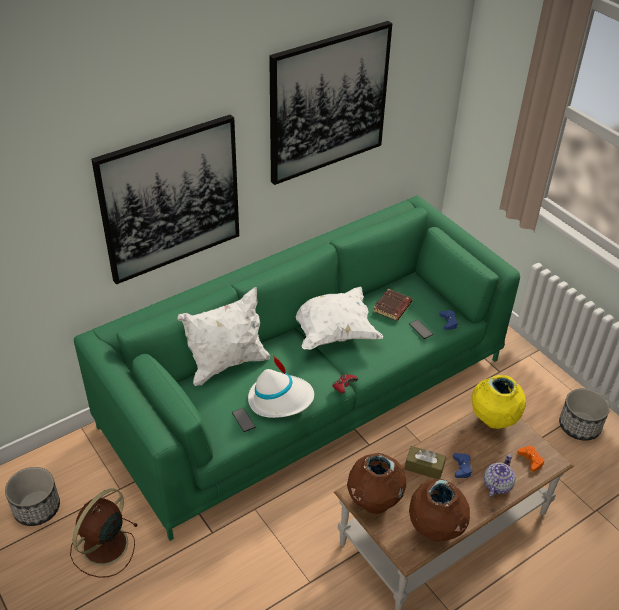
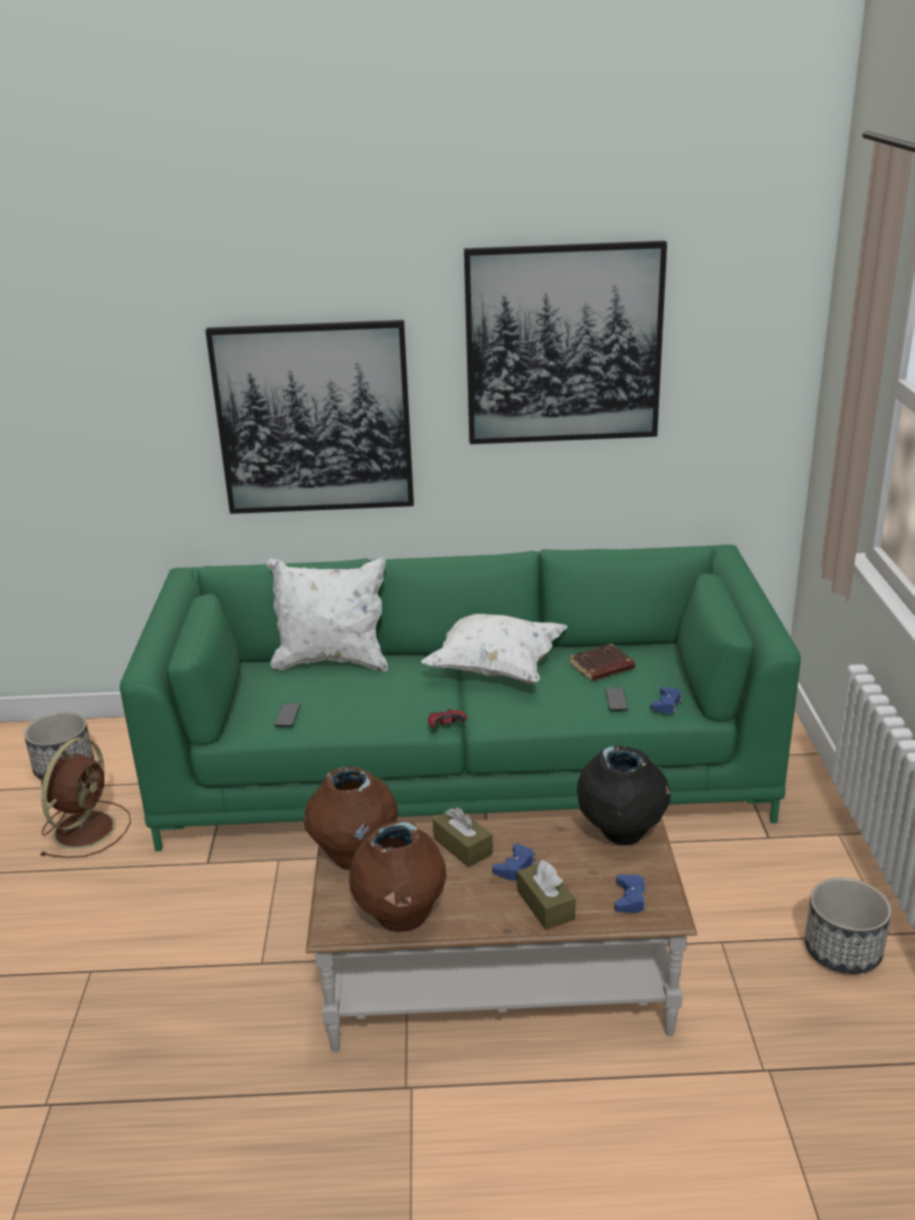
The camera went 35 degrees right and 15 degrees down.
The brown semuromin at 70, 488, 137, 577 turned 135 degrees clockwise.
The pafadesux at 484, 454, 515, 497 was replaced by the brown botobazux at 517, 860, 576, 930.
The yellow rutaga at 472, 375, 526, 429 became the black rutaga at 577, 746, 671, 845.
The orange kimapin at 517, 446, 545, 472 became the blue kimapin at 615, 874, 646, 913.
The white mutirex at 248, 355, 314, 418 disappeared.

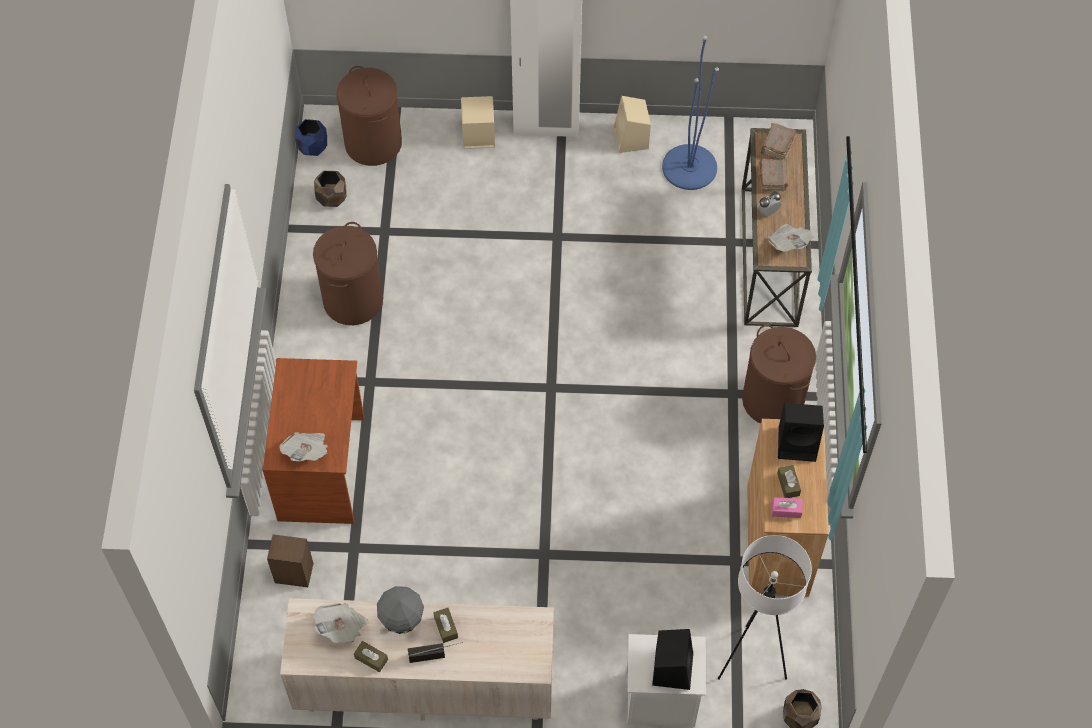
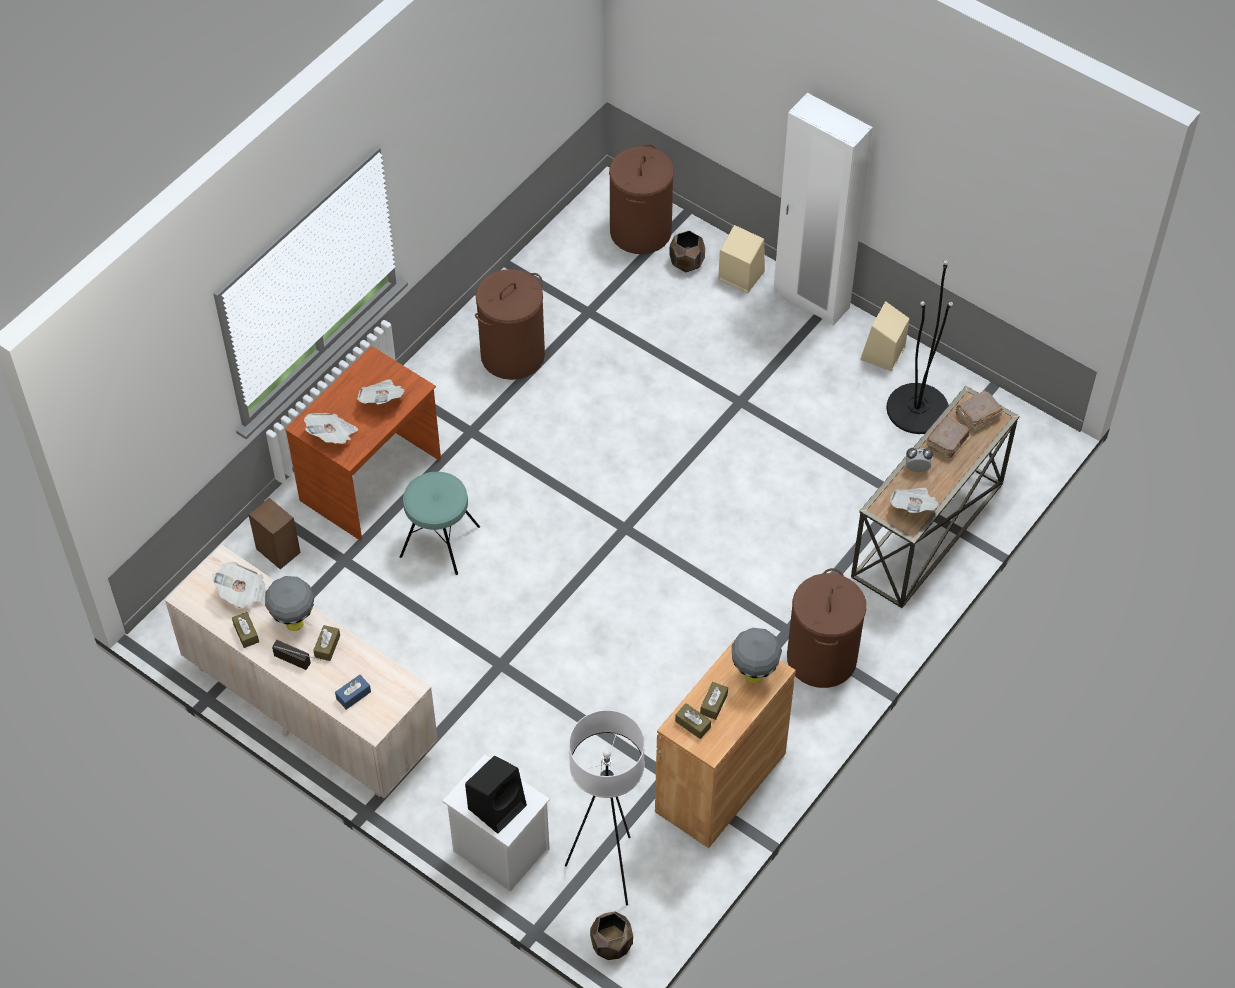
The camera went 35 degrees right and 5 degrees down.
The blue botobazux at 335, 675, 371, 710 appeared.
The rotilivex at 357, 380, 405, 404 appeared.
The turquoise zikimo at 400, 472, 480, 575 appeared.
The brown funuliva moved from 314, 171, 347, 207 to 669, 231, 705, 273.
The pink botobazux at 772, 497, 803, 518 became the brown botobazux at 675, 703, 711, 739.
The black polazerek at 778, 403, 824, 462 was replaced by the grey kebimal at 732, 628, 782, 684.
The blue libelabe at 662, 36, 719, 190 became the black libelabe at 886, 260, 953, 434.
The blue funuliva at 295, 119, 327, 156 disappeared.

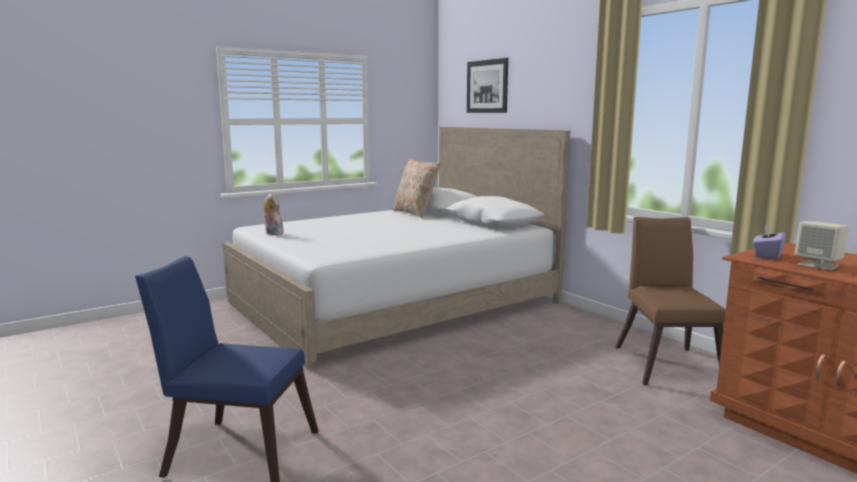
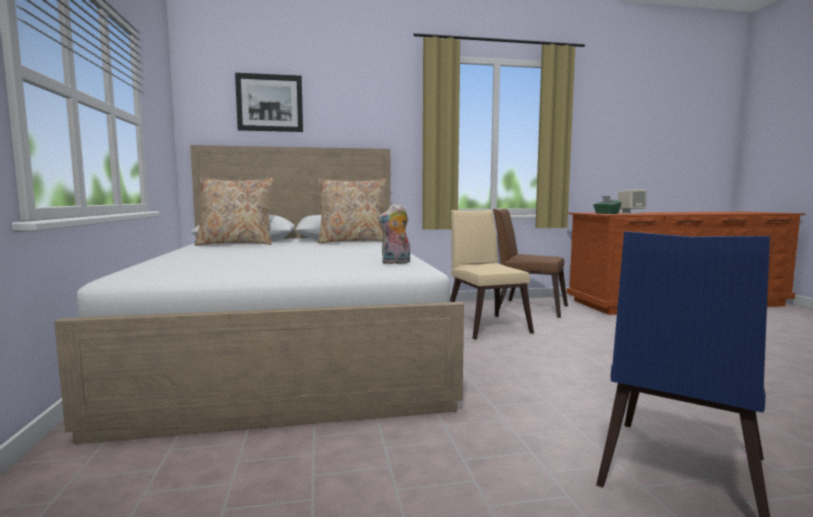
The camera went 65 degrees left and 5 degrees down.
The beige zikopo at 317, 178, 386, 244 appeared.
The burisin moved from 263, 194, 283, 235 to 378, 204, 410, 264.
The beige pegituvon at 450, 210, 534, 340 appeared.
The purple botobazux at 753, 224, 786, 260 became the green botobazux at 593, 196, 622, 214.

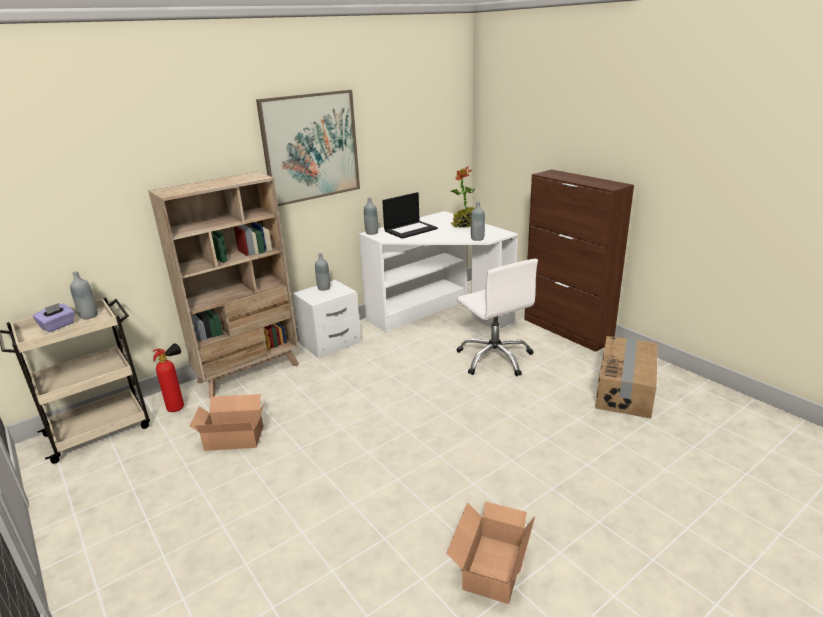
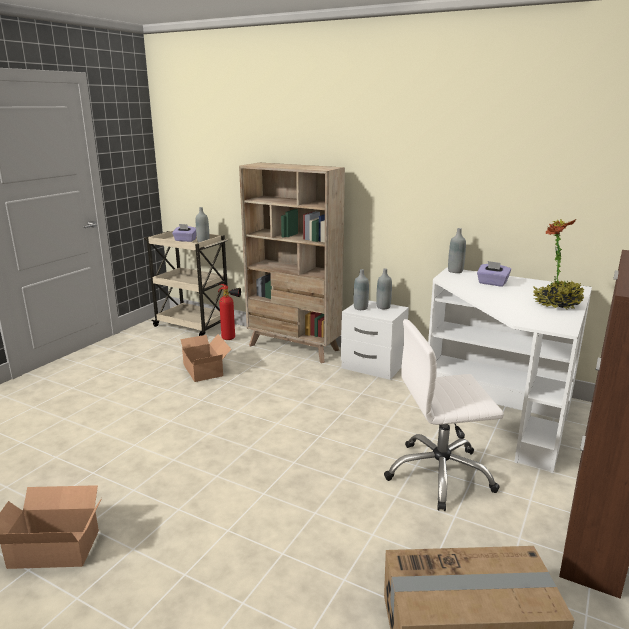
The camera went 65 degrees right and 5 degrees down.
The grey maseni moved from 471, 202, 485, 241 to 354, 269, 369, 310.
The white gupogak at 456, 259, 538, 376 turned 45 degrees clockwise.
The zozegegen at 382, 192, 438, 239 was replaced by the purple botobazux at 477, 261, 511, 287.
The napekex at 256, 90, 360, 206 disappeared.

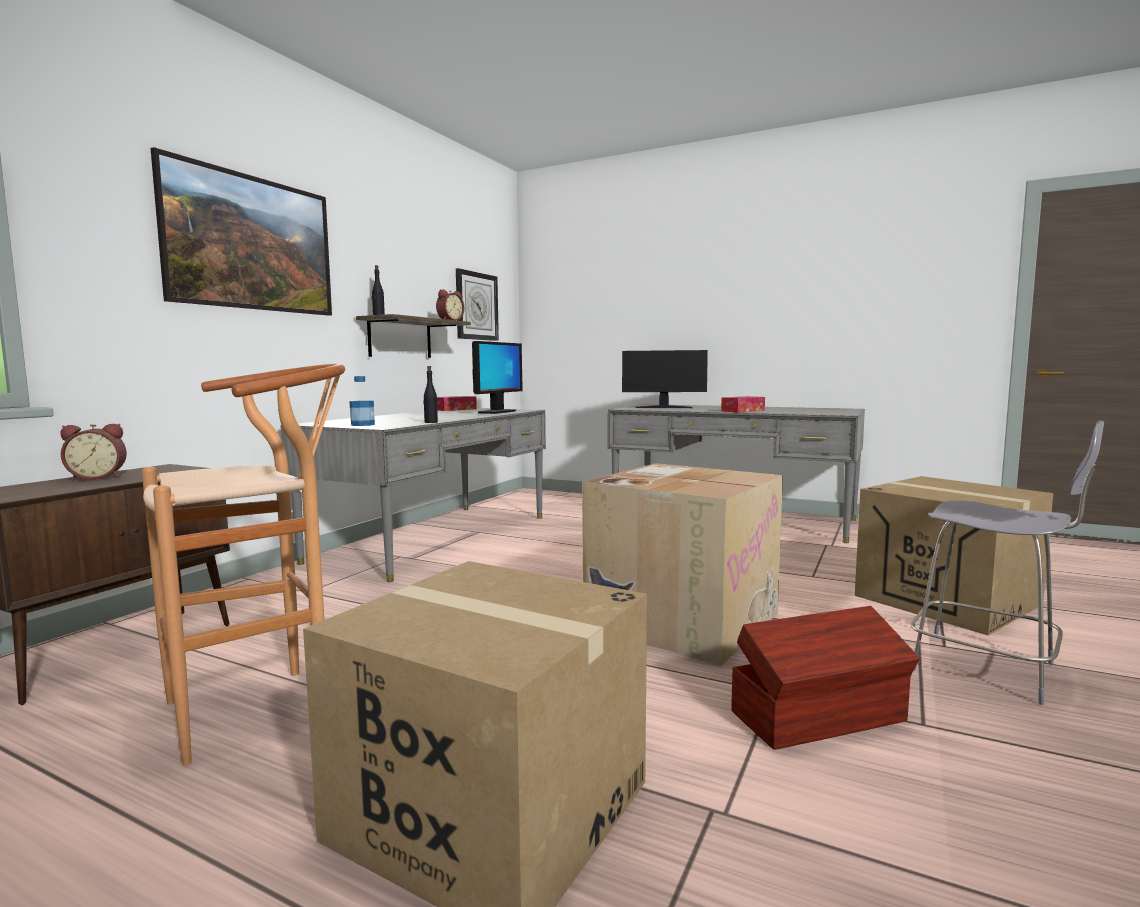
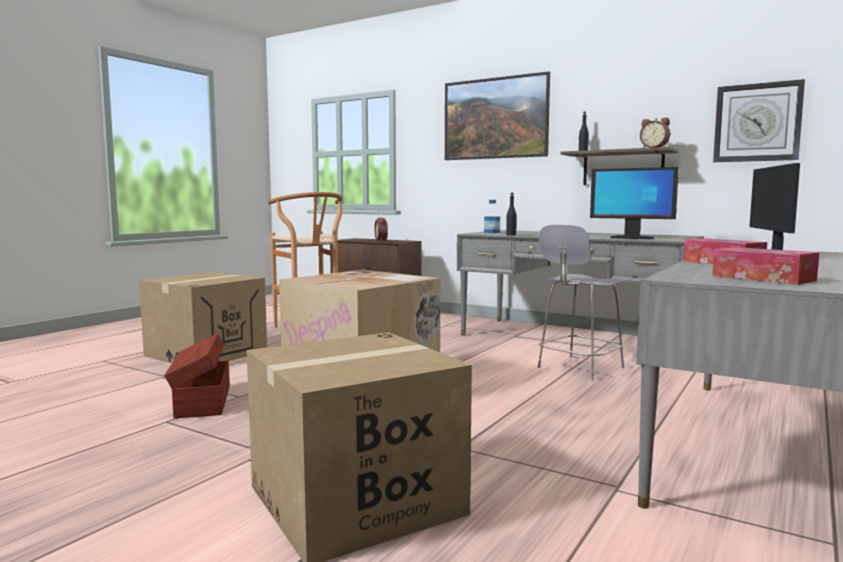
The camera went 95 degrees right and 0 degrees up.
The grey pegituvon moved from 911, 421, 1104, 705 to 537, 225, 624, 380.
The botobazux moved from 437, 396, 477, 411 to 712, 247, 819, 285.

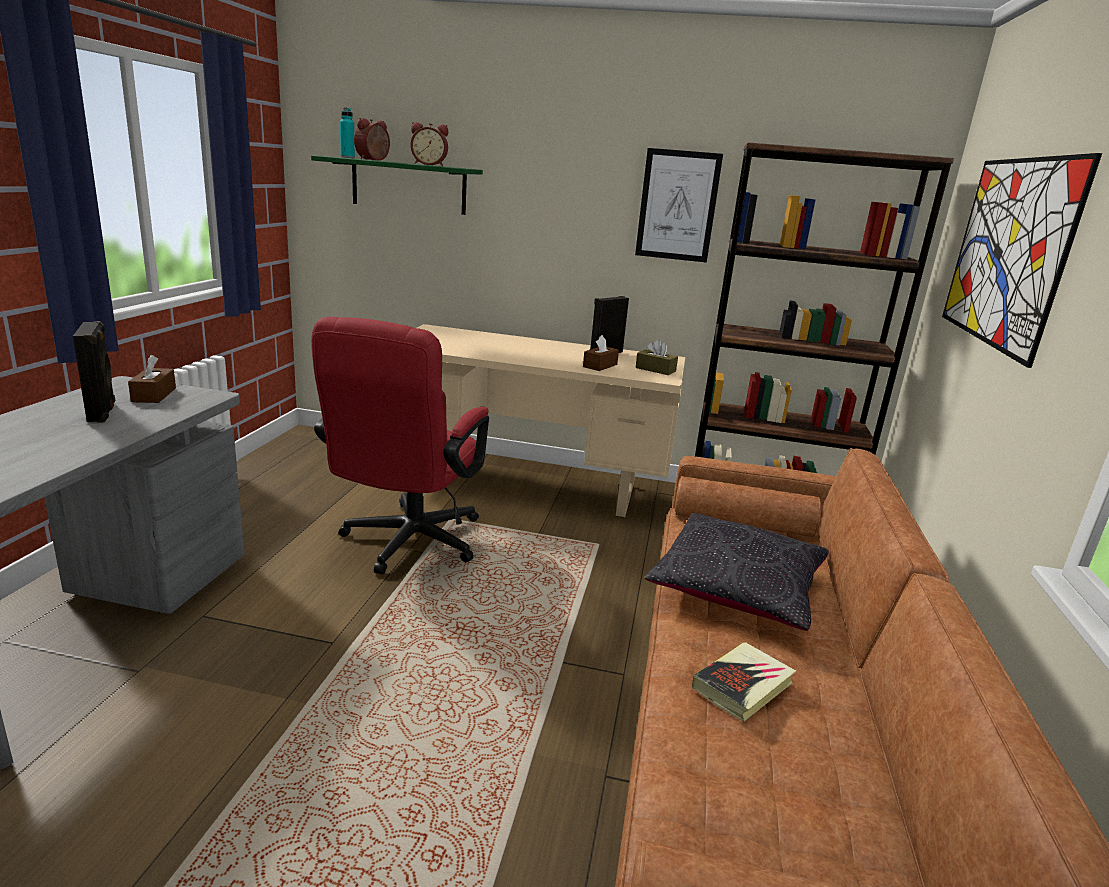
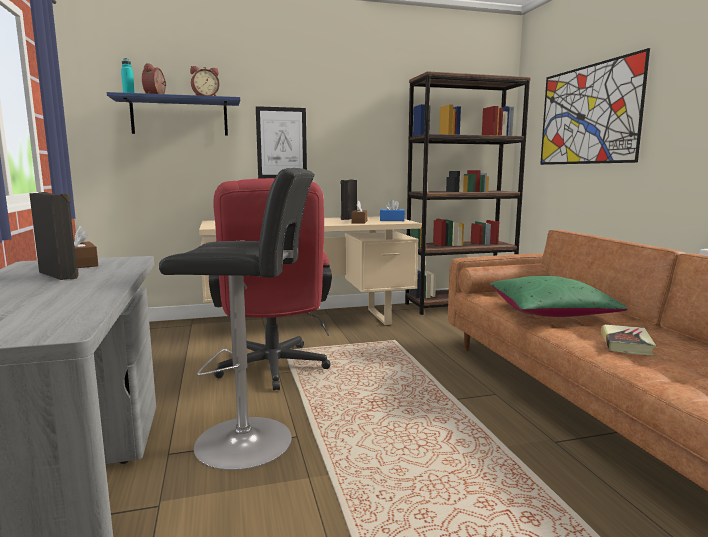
The camera went 25 degrees left and 10 degrees down.
The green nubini at 311, 156, 483, 215 became the blue nubini at 107, 92, 240, 136.
The black zikimo at 159, 168, 315, 470 appeared.
The napekex moved from 635, 148, 723, 263 to 256, 106, 307, 179.
The brown botobazux at 635, 339, 678, 375 became the blue botobazux at 380, 199, 405, 221.
The black zikopo at 645, 513, 829, 631 became the green zikopo at 490, 276, 628, 317.

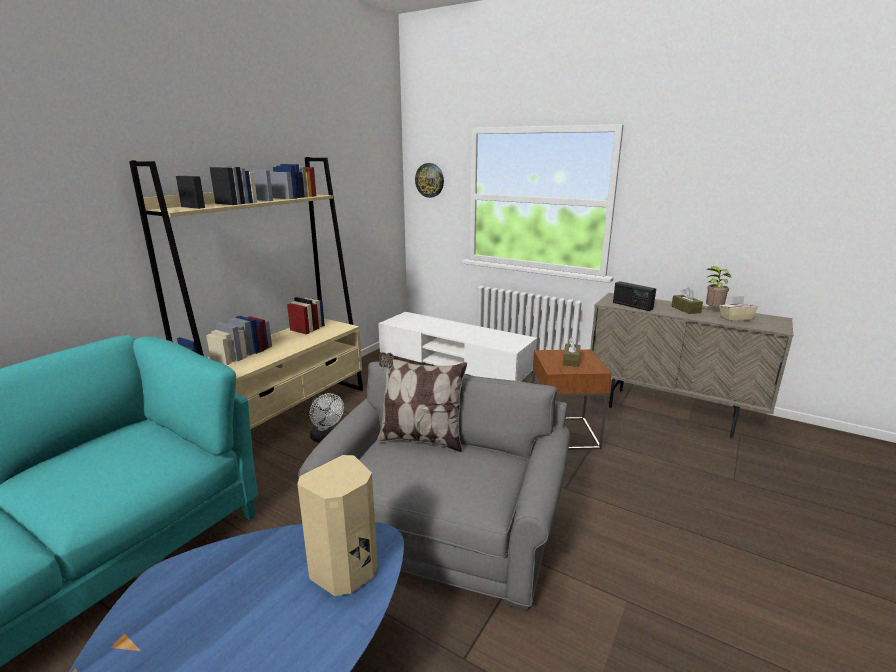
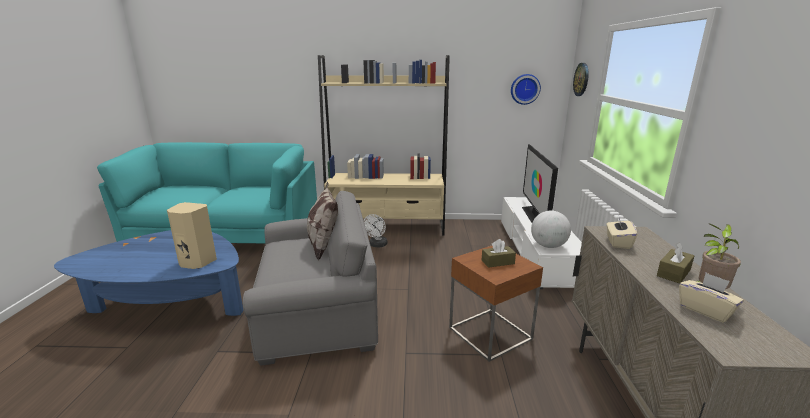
The camera went 60 degrees right and 0 degrees up.
The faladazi at 511, 74, 541, 105 appeared.
The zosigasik at 522, 144, 558, 222 appeared.
The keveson at 531, 211, 571, 248 appeared.
The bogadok at 613, 281, 656, 311 was replaced by the beige botobazux at 606, 218, 637, 249.

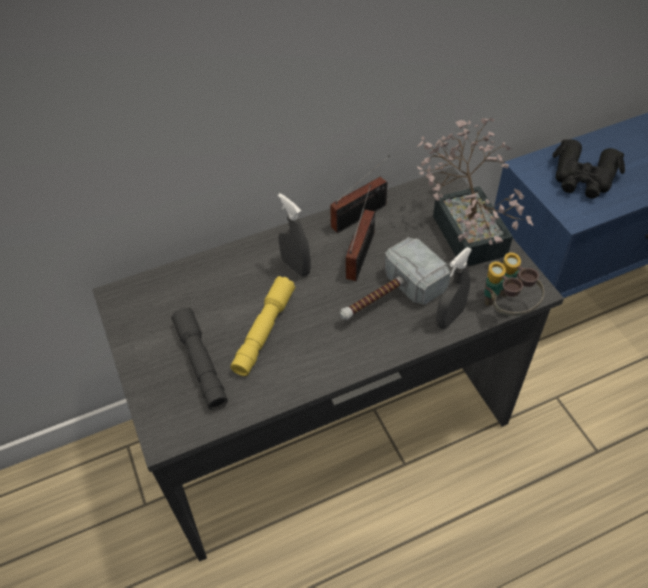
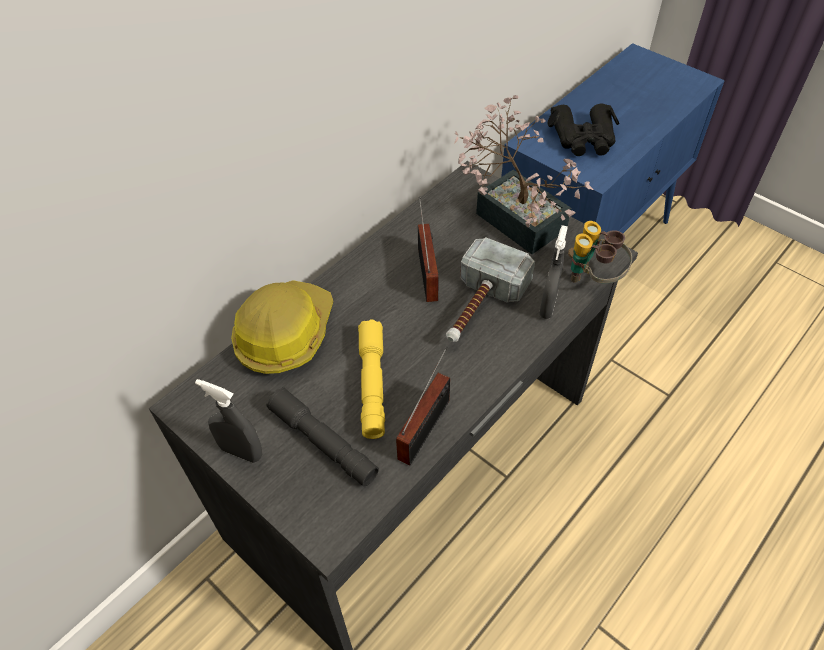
The camera went 25 degrees left and 0 degrees up.
The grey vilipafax moved from 278, 193, 311, 277 to 195, 379, 262, 463.
The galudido at 231, 280, 334, 374 appeared.
The bogadok moved from 330, 155, 390, 233 to 396, 346, 450, 465.

